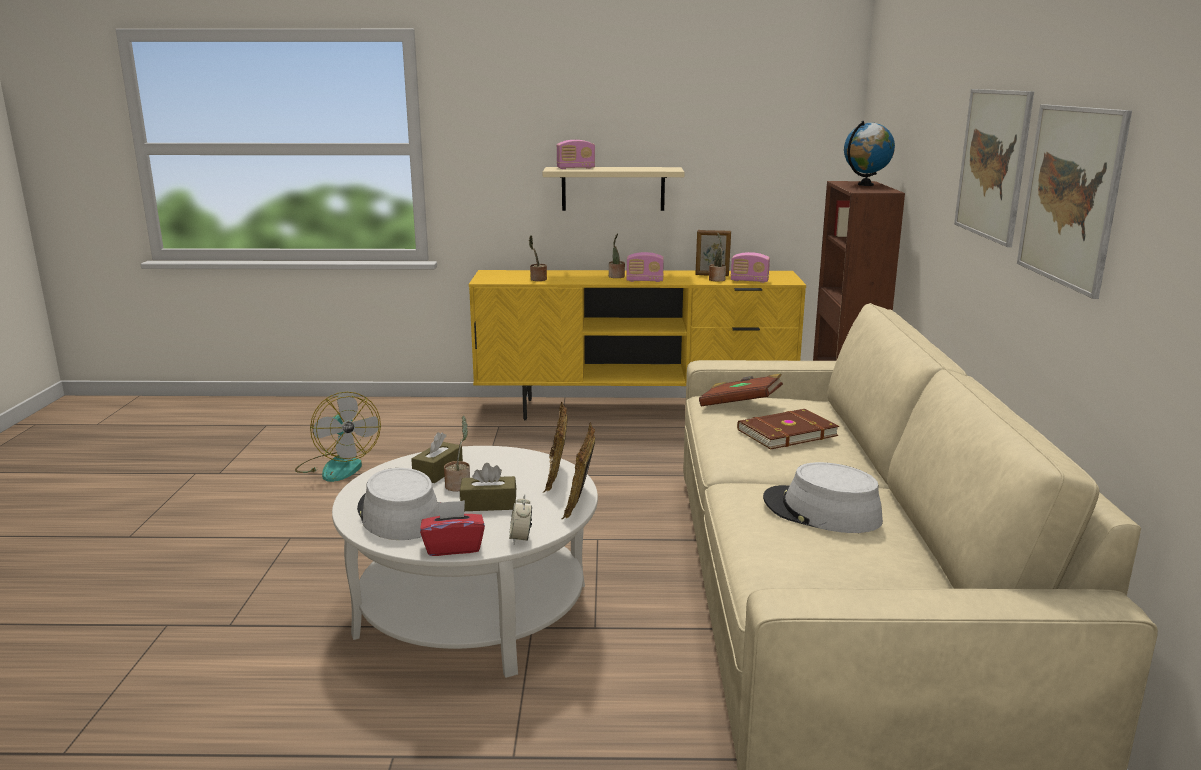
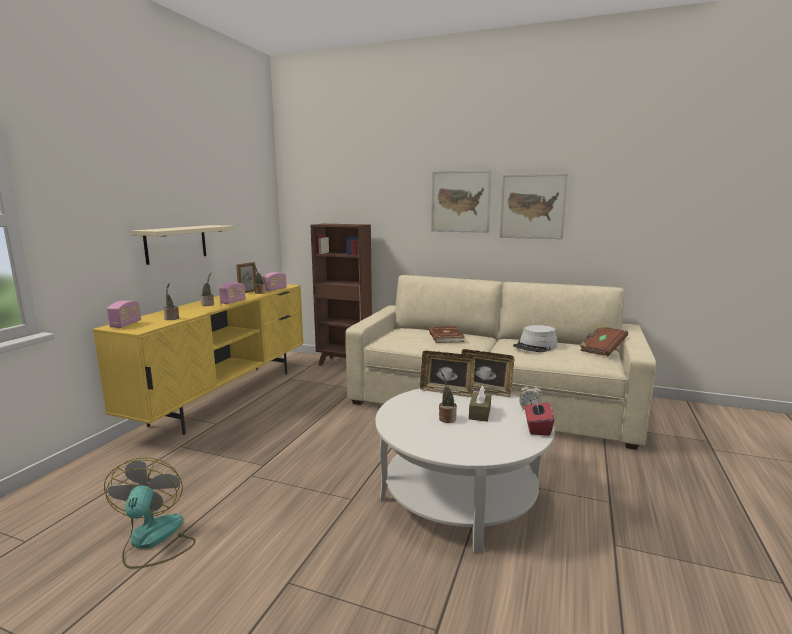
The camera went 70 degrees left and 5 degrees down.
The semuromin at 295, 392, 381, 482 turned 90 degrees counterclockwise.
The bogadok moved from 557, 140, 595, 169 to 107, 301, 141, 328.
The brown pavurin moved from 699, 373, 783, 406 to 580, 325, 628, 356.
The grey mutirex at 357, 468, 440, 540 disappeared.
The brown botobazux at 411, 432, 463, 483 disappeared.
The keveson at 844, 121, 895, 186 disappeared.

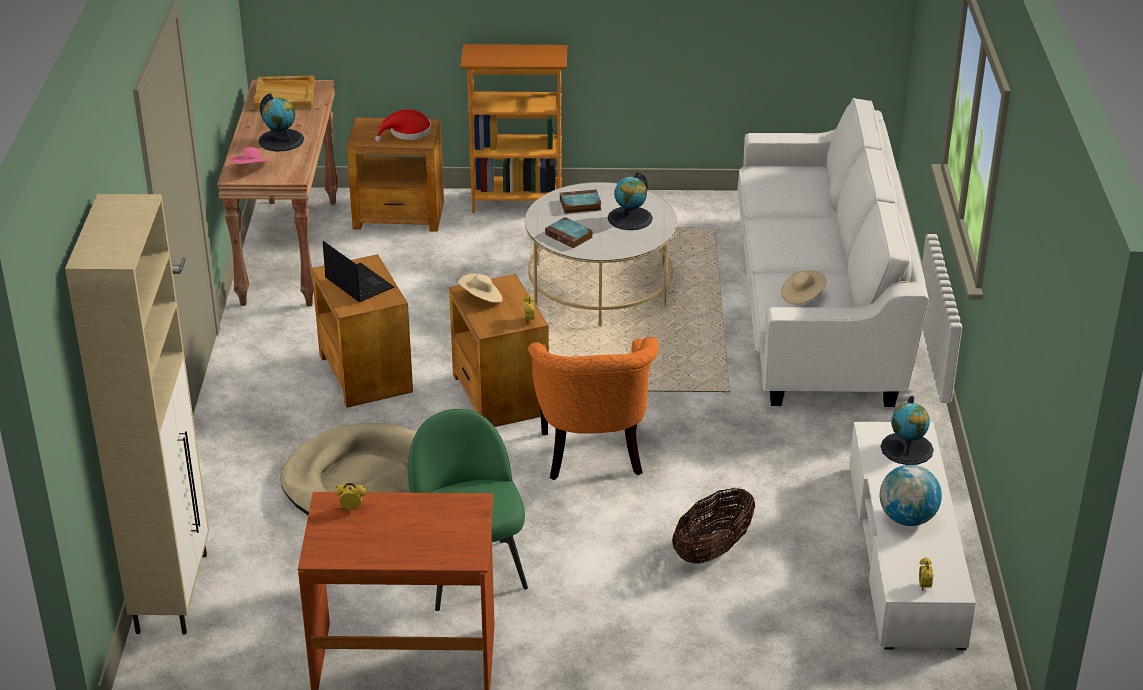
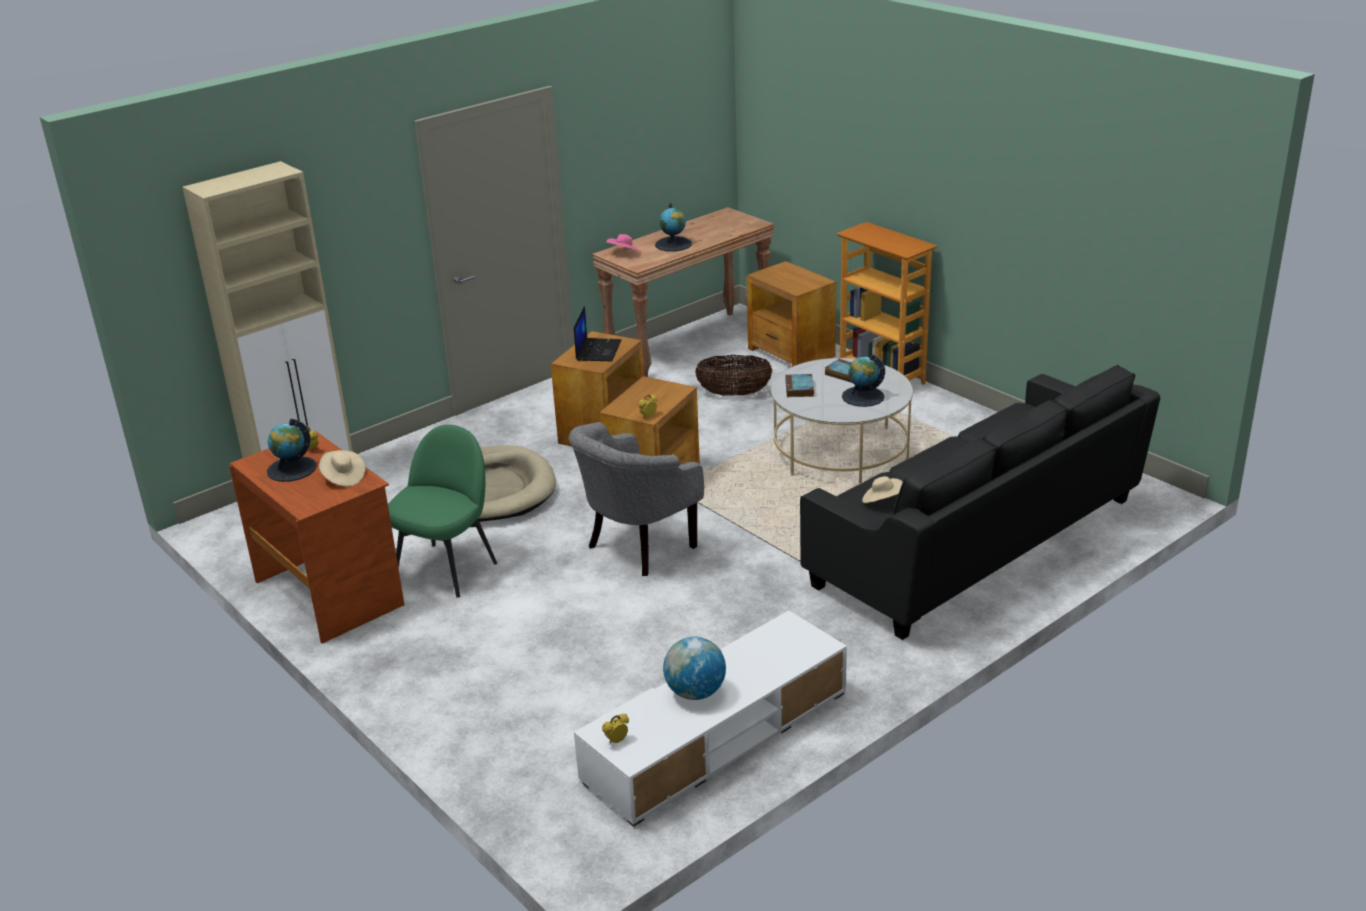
The camera went 50 degrees right and 5 degrees down.
The keveson moved from 881, 395, 934, 465 to 267, 419, 317, 482.
The beige mutirex moved from 458, 274, 503, 303 to 319, 450, 365, 487.
The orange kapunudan at 528, 337, 659, 480 became the grey kapunudan at 569, 422, 704, 576.
The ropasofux moved from 672, 487, 755, 564 to 695, 355, 772, 396.
The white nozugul at 737, 98, 929, 407 became the black nozugul at 800, 365, 1160, 640.
The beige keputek at 254, 75, 315, 110 disappeared.
The red mutirex at 375, 109, 431, 142 disappeared.

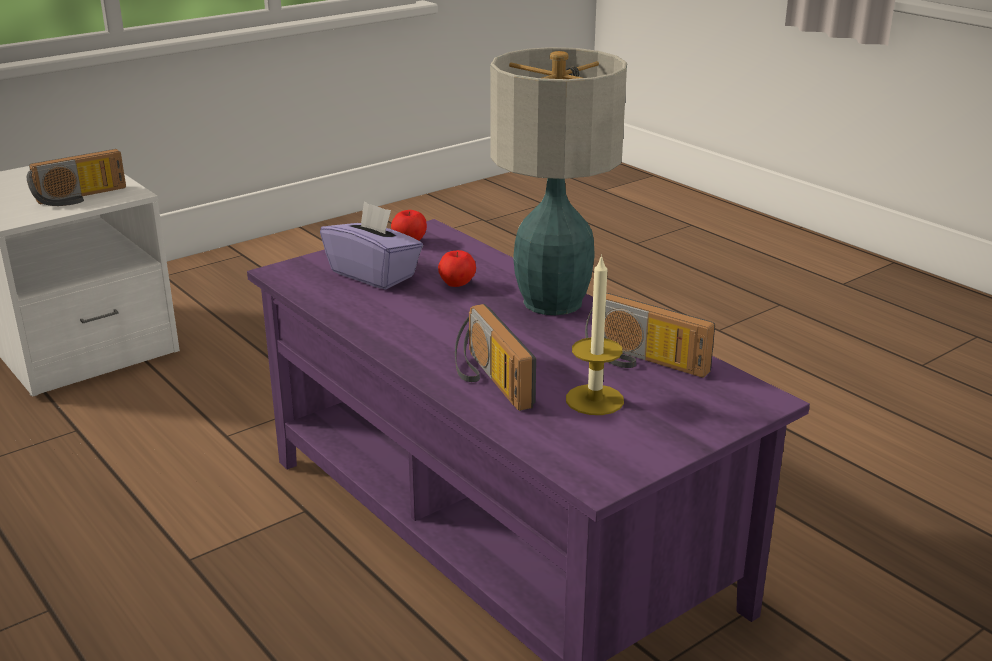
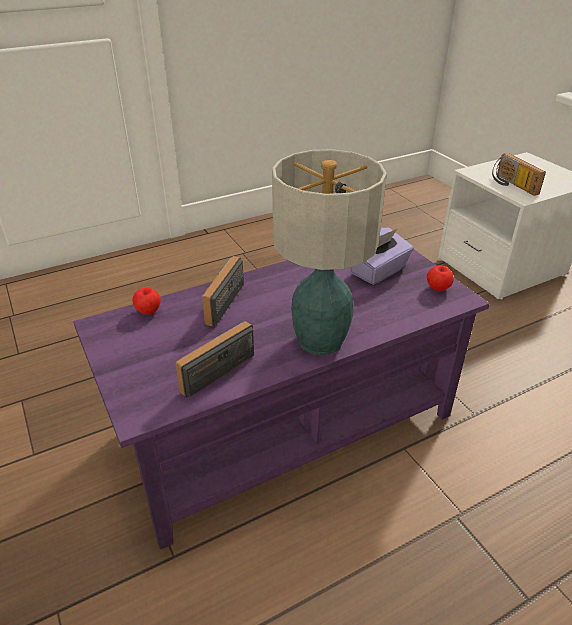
The camera went 100 degrees right and 10 degrees up.
The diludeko moved from 438, 250, 476, 287 to 132, 288, 161, 315.
The bogadok at 455, 304, 536, 411 turned 60 degrees counterclockwise.
The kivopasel at 566, 254, 624, 415 disappeared.

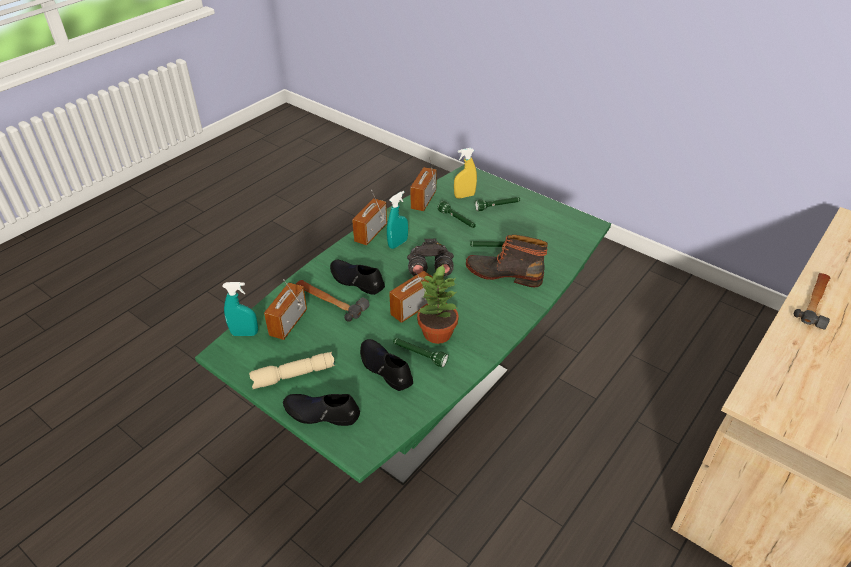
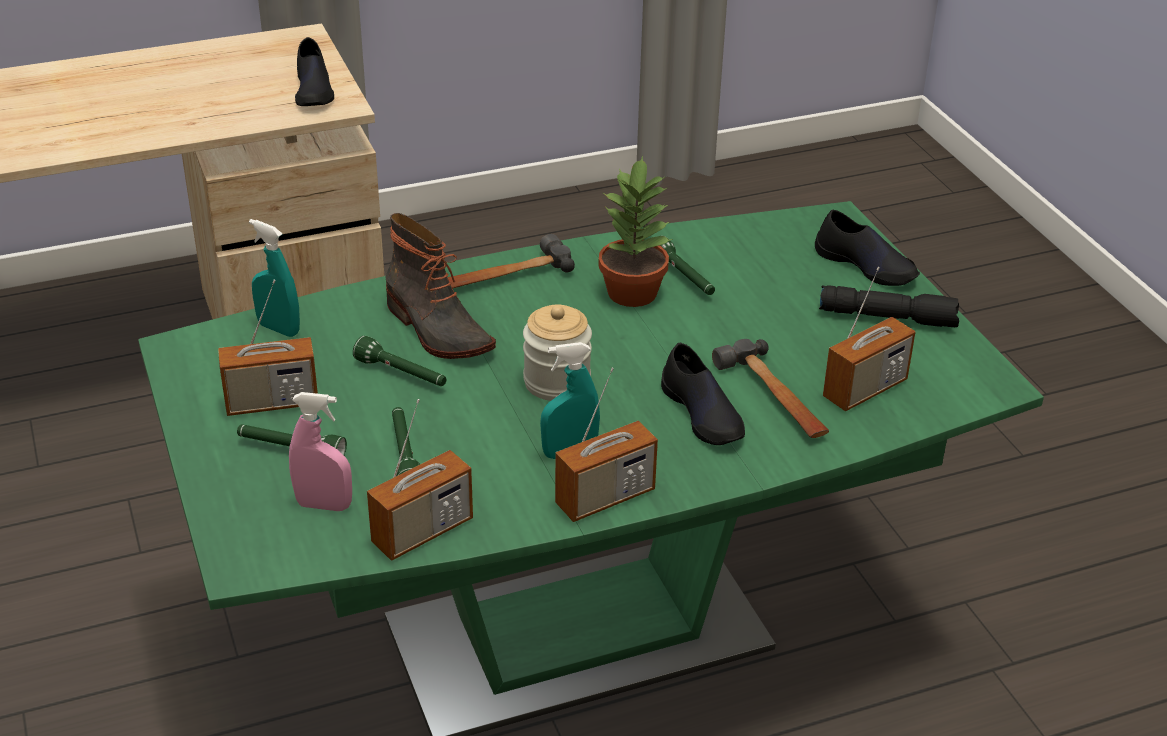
The camera went 150 degrees left and 5 degrees down.
The bogadok moved from 389, 266, 433, 323 to 218, 279, 318, 416.
The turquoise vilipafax moved from 222, 282, 258, 336 to 249, 219, 300, 337.
The yellow vilipafax at 454, 148, 477, 199 became the pink vilipafax at 289, 392, 352, 511.
The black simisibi moved from 360, 339, 413, 391 to 295, 37, 334, 106.
The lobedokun moved from 794, 273, 830, 330 to 447, 234, 575, 288.
The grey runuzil at 407, 239, 454, 276 was replaced by the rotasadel at 523, 305, 592, 401.
The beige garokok at 249, 352, 335, 389 became the black garokok at 819, 285, 959, 327.

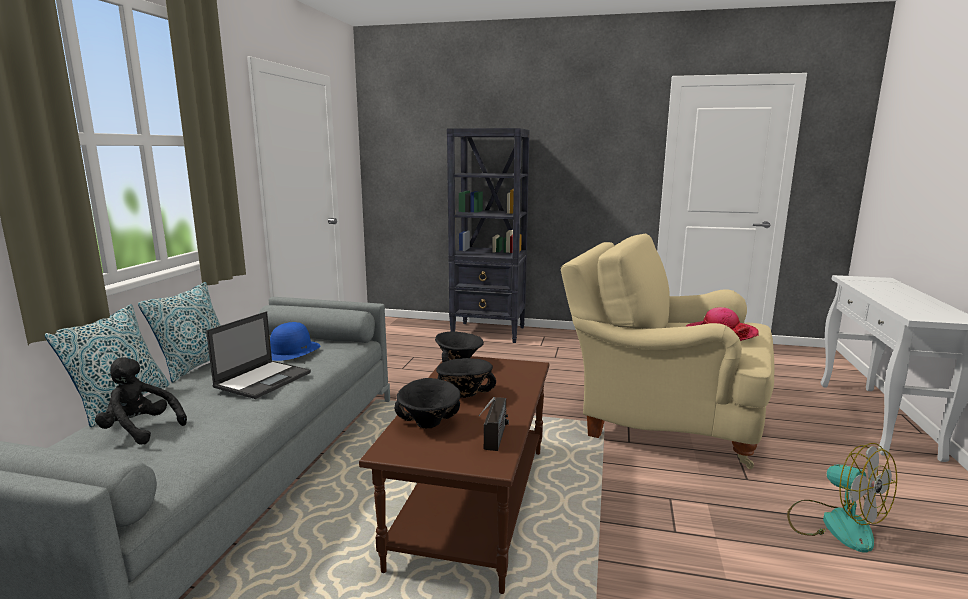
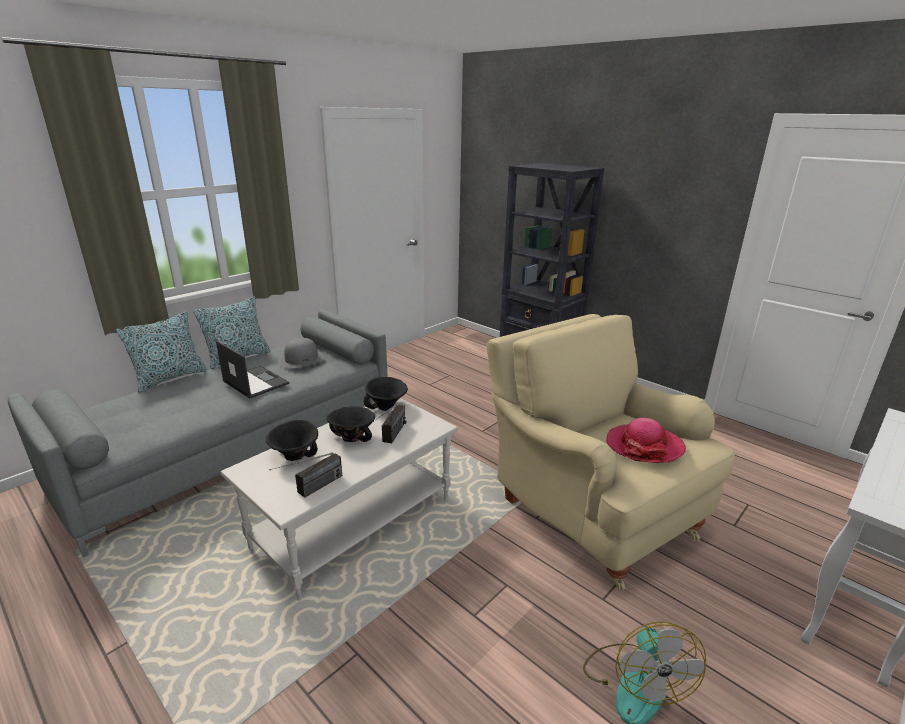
The camera went 30 degrees right and 10 degrees up.
The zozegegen at 206, 311, 311, 399 turned 105 degrees counterclockwise.
The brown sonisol at 359, 356, 549, 594 became the white sonisol at 221, 398, 458, 600.
The blue mutirex at 270, 322, 320, 361 became the grey mutirex at 278, 338, 325, 368.
The bogadok at 373, 405, 407, 443 appeared.
The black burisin at 95, 358, 187, 445 disappeared.

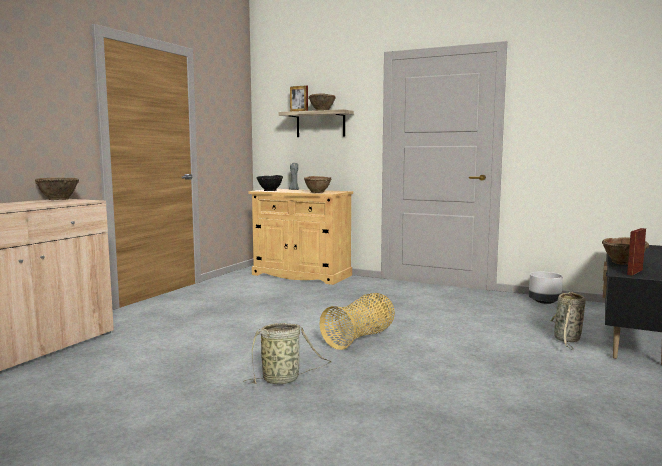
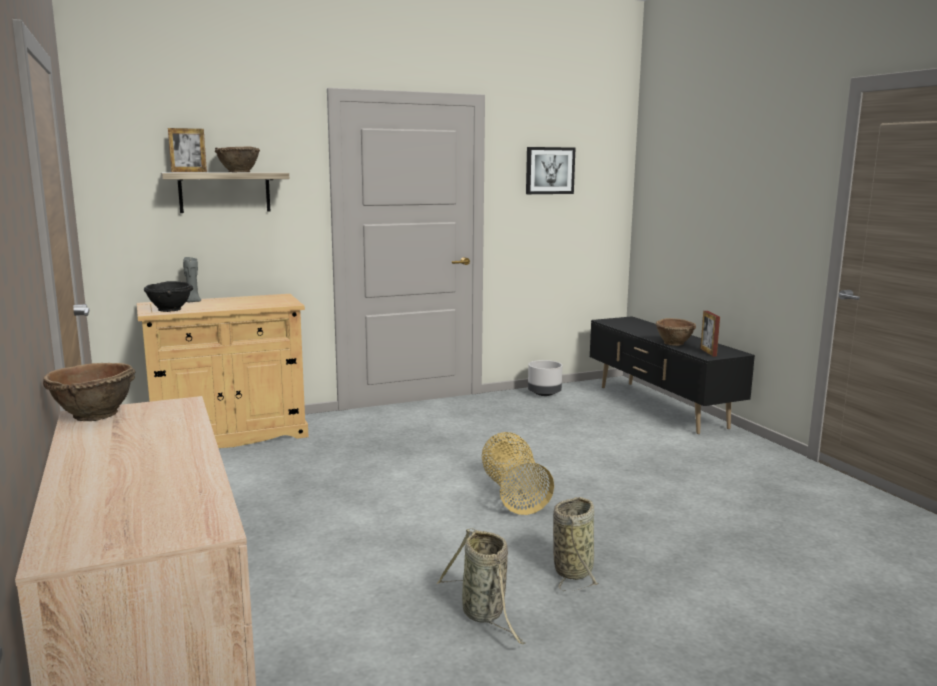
The camera went 50 degrees left and 5 degrees up.
The ropasofux moved from 550, 291, 586, 350 to 436, 528, 526, 644.
The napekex at 526, 147, 575, 194 appeared.
The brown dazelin at 304, 176, 332, 193 disappeared.

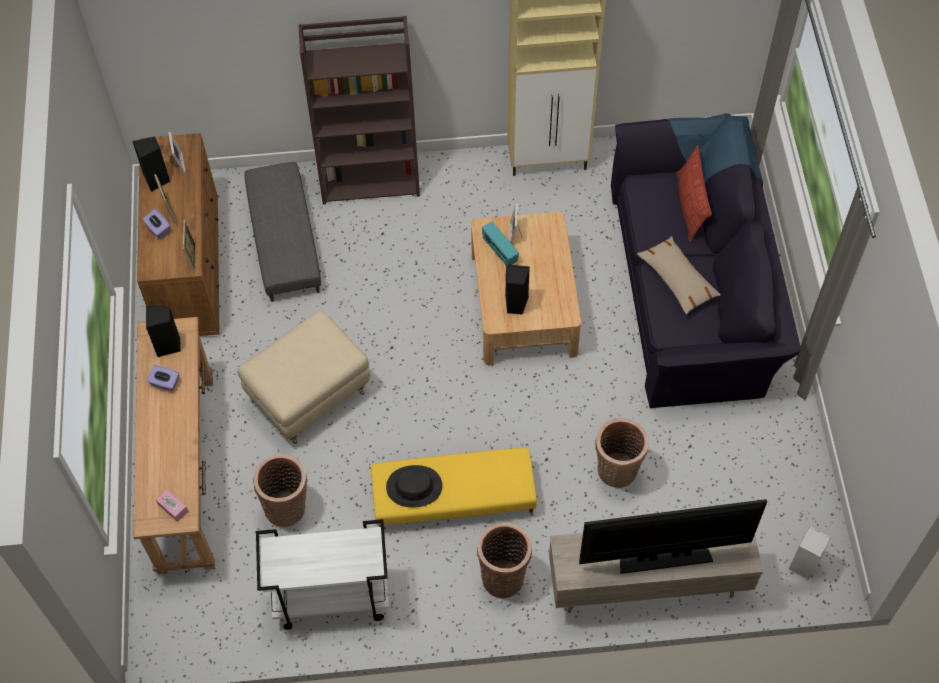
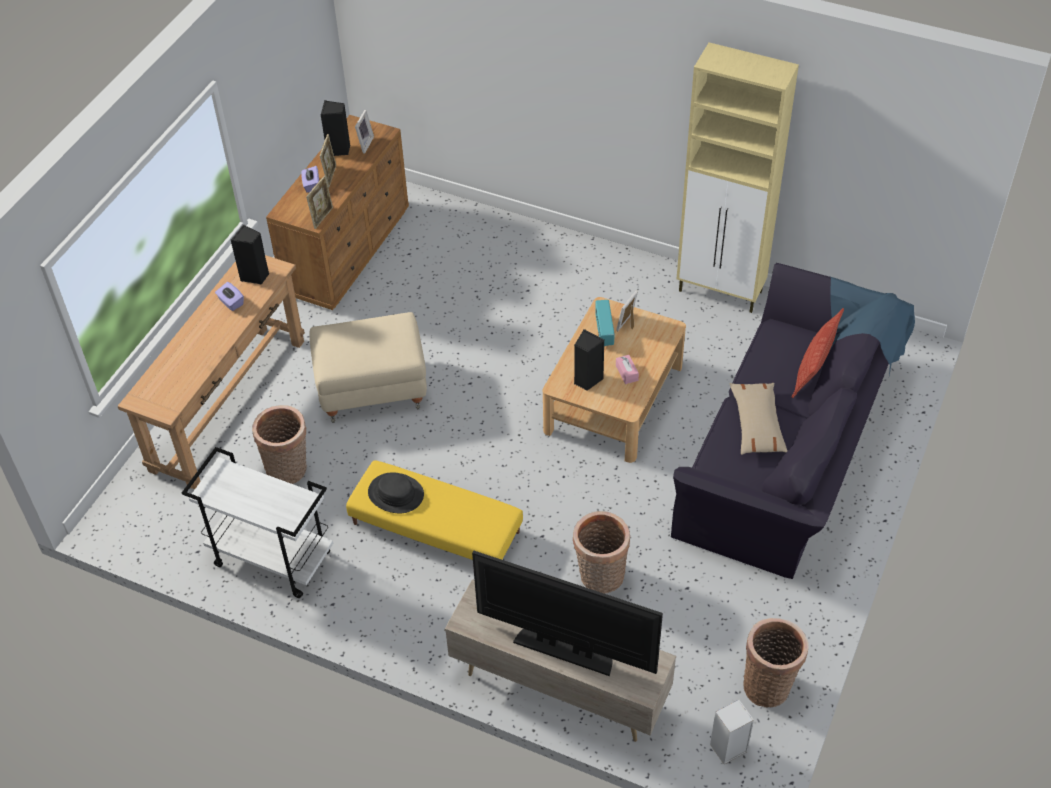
The camera went 30 degrees right and 10 degrees down.
The pink botobazux moved from 156, 489, 188, 522 to 616, 355, 639, 384.
The ropasofux moved from 477, 523, 532, 599 to 743, 618, 808, 707.
The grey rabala at 244, 162, 321, 302 disappeared.
The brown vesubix at 298, 16, 420, 205 disappeared.

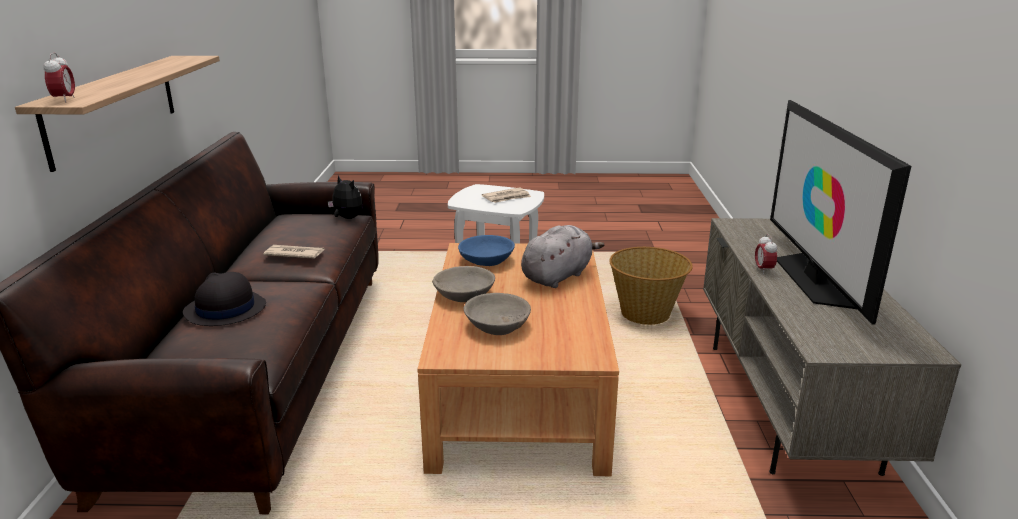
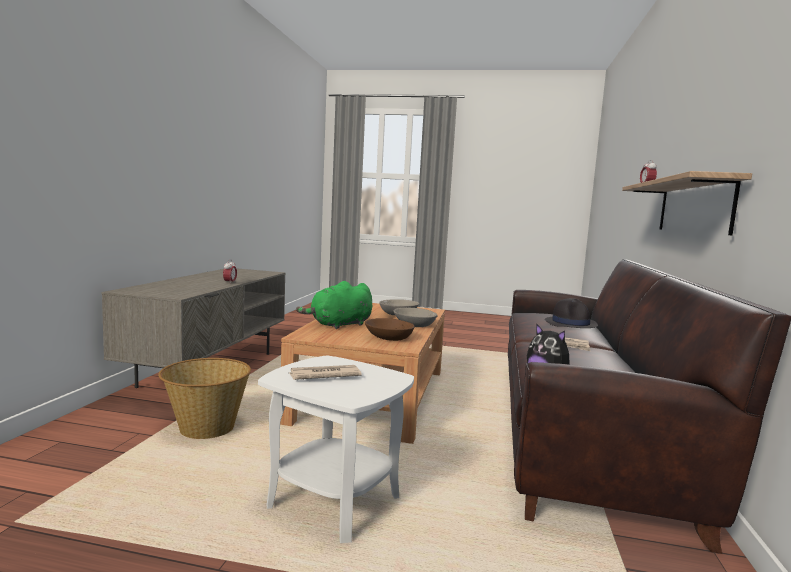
The camera went 170 degrees left and 15 degrees down.
The grey burisin at 521, 225, 605, 288 became the green burisin at 296, 281, 372, 329.
The blue dazelin at 458, 235, 515, 266 became the brown dazelin at 365, 318, 414, 341.
The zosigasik at 770, 100, 911, 325 disappeared.

